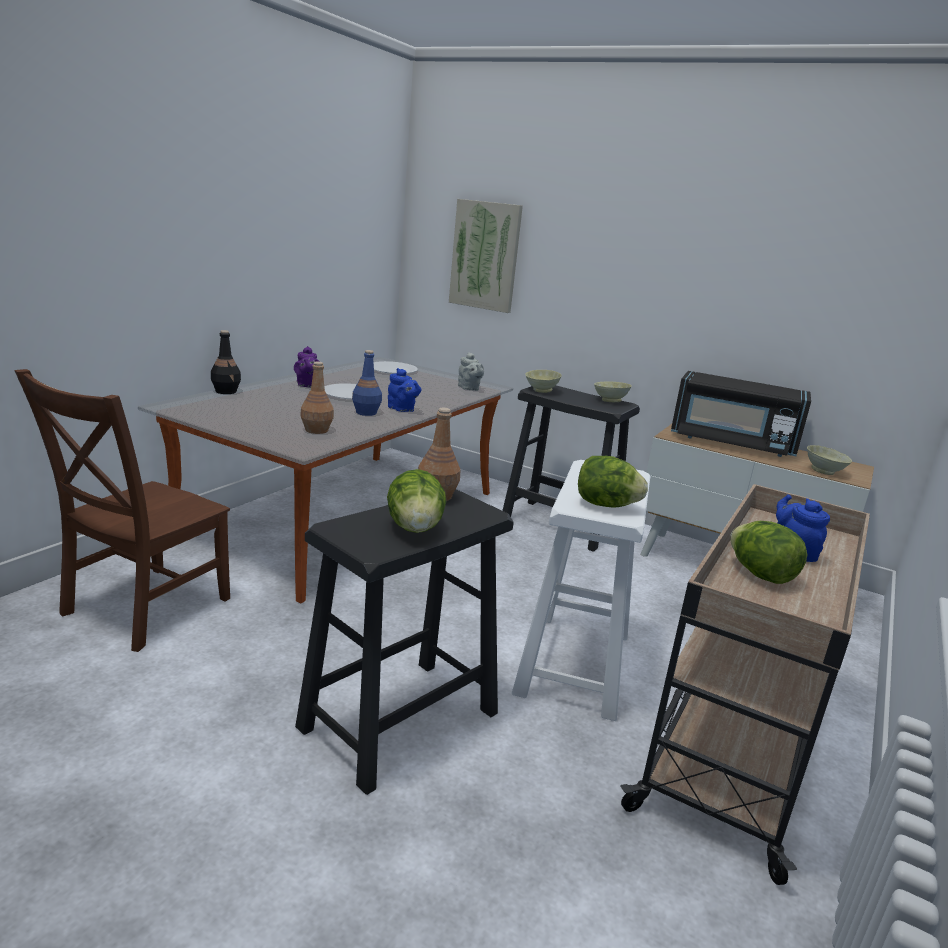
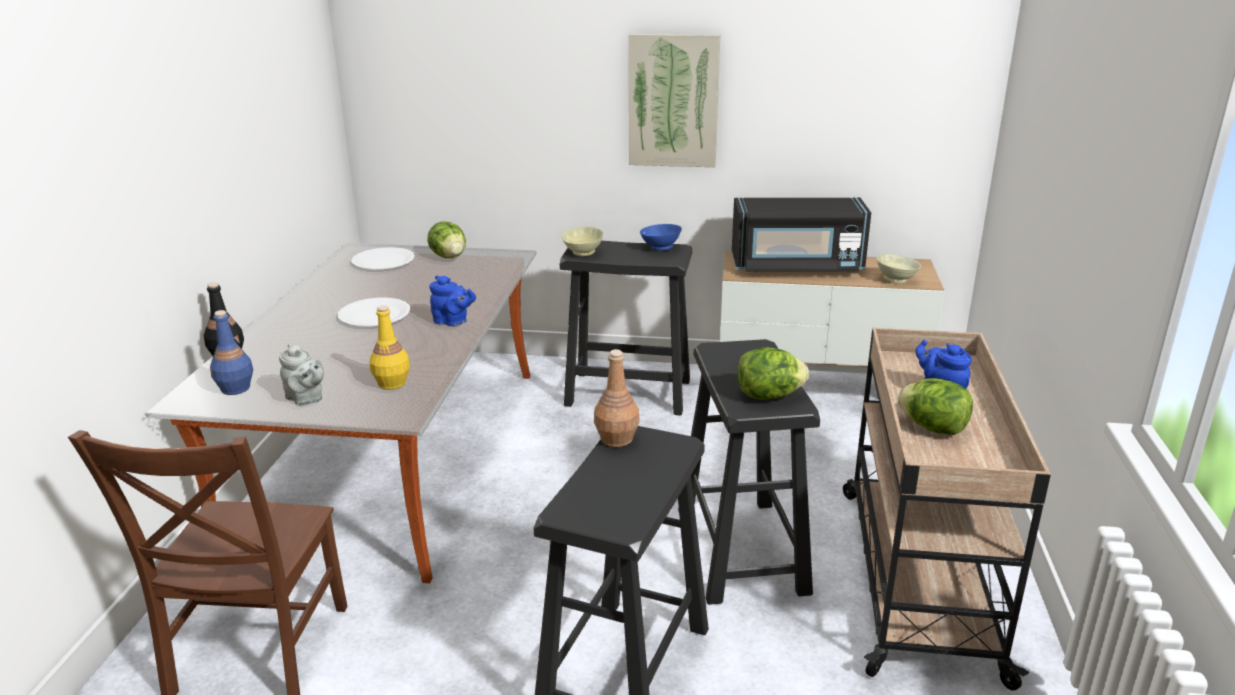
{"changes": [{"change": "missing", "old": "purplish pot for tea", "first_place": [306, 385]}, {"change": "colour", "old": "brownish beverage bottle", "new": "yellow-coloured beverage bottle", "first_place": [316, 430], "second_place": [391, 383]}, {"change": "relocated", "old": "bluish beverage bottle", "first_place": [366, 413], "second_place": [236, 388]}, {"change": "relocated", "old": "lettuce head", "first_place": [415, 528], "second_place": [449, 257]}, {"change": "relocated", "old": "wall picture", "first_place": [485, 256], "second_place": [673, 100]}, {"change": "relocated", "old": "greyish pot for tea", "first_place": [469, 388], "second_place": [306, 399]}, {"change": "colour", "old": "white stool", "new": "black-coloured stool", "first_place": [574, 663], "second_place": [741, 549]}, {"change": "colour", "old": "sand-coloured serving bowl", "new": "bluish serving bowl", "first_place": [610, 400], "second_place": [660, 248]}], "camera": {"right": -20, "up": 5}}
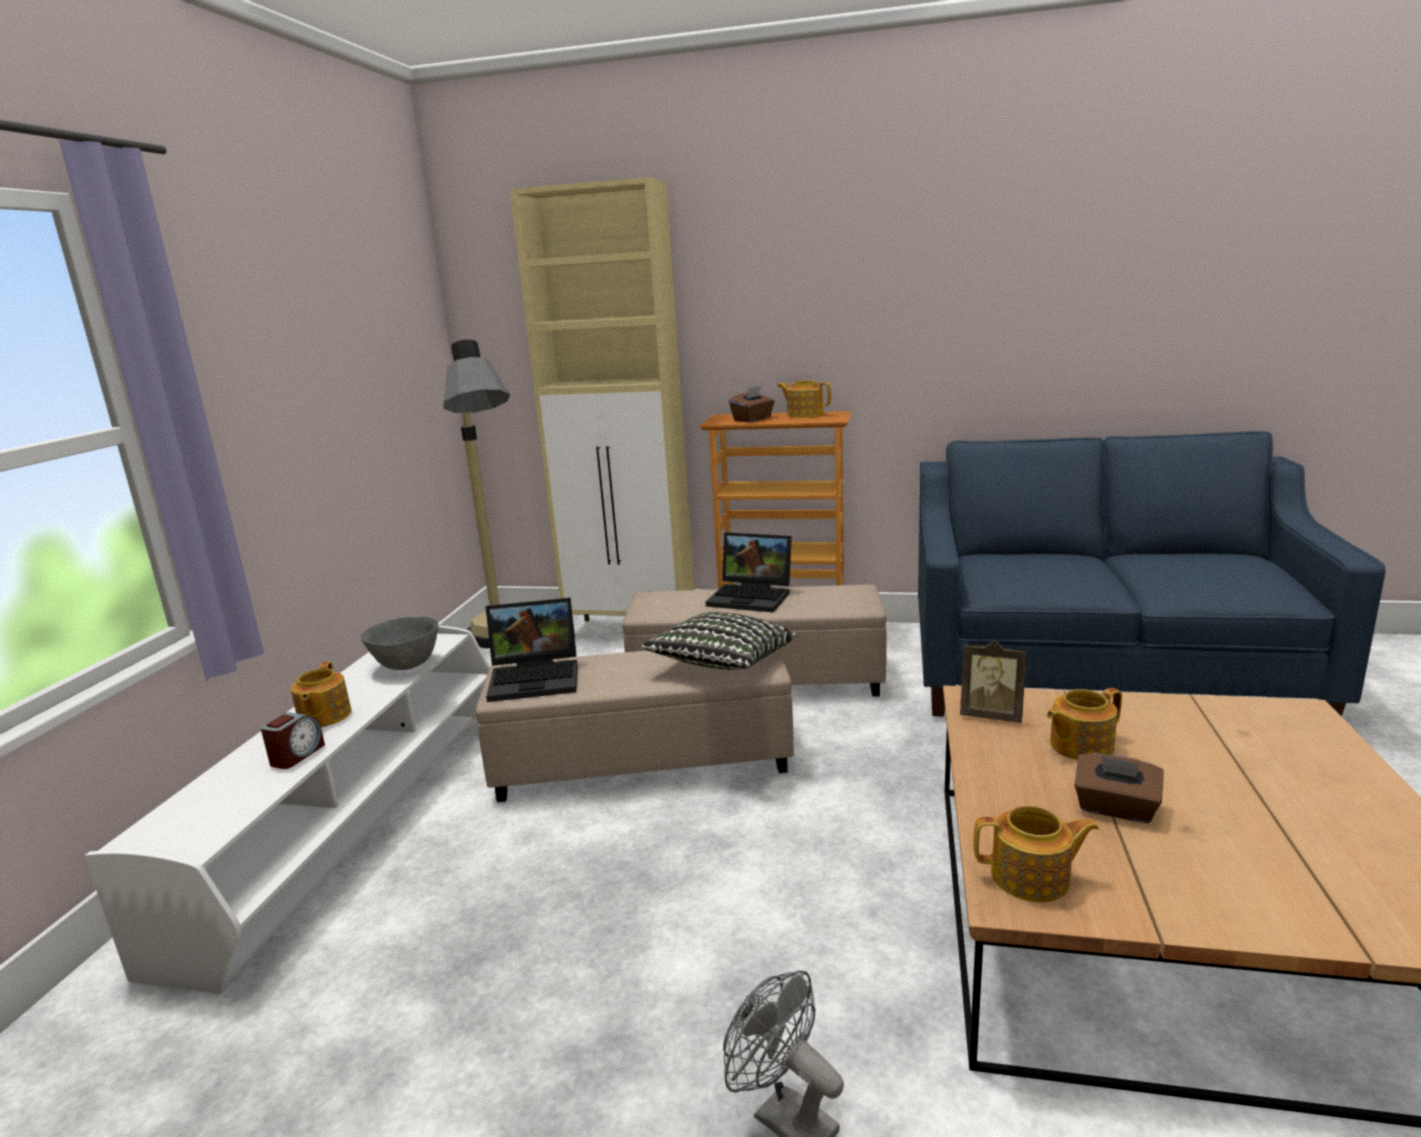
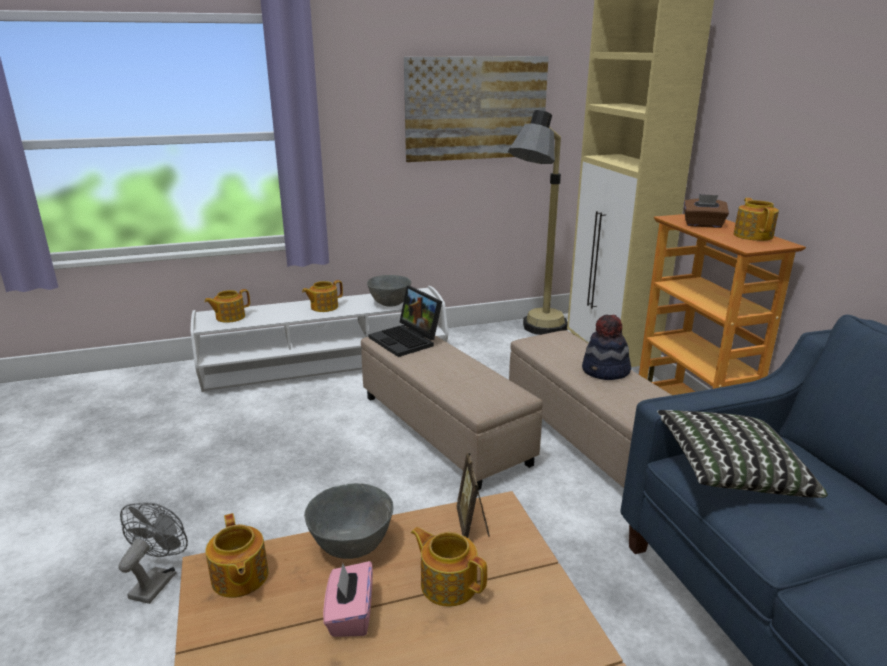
{"changes": [{"change": "missing", "old": "table clock", "first_place": [297, 755]}, {"change": "relocated", "old": "cushion", "first_place": [722, 664], "second_place": [729, 473]}, {"change": "exchanged", "old": "notebook computer", "new": "clothing hat", "first_place": [753, 597], "second_place": [605, 371]}, {"change": "colour", "old": "brownish tissue box", "new": "pinkish tissue box", "first_place": [1115, 808], "second_place": [350, 615]}, {"change": "appeared", "new": "pot for tea", "second_place": [229, 317]}, {"change": "appeared", "new": "greyish serving bowl", "second_place": [351, 547]}, {"change": "appeared", "new": "wall picture", "second_place": [476, 108]}], "camera": {"right": 60, "up": 5}}
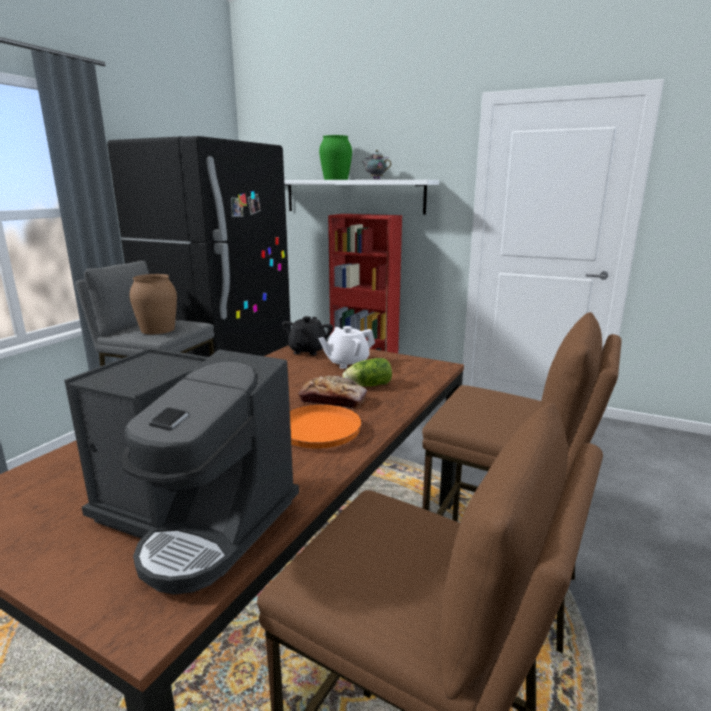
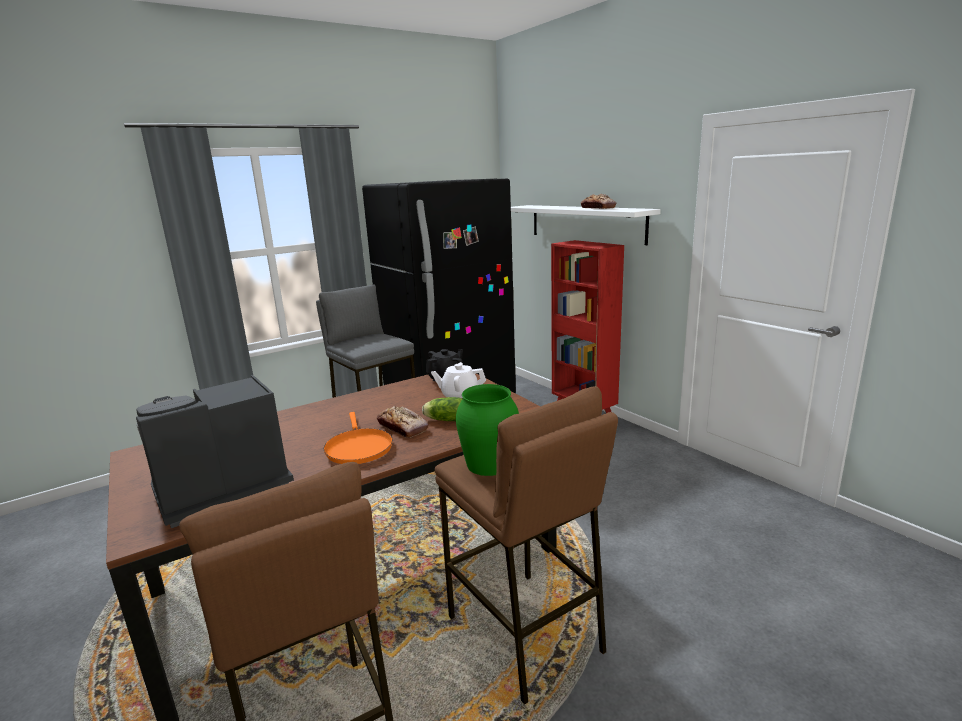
{"changes": [{"change": "spun", "old": "coffee machine", "first_place": [195, 520], "second_place": [219, 491], "degrees": 90}, {"change": "missing", "old": "brownish vase", "first_place": [158, 330]}, {"change": "relocated", "old": "green-coloured vase", "first_place": [336, 179], "second_place": [489, 464]}, {"change": "exchanged", "old": "pot for tea", "new": "bread", "first_place": [375, 179], "second_place": [598, 208]}], "camera": {"right": 30, "up": 0}}
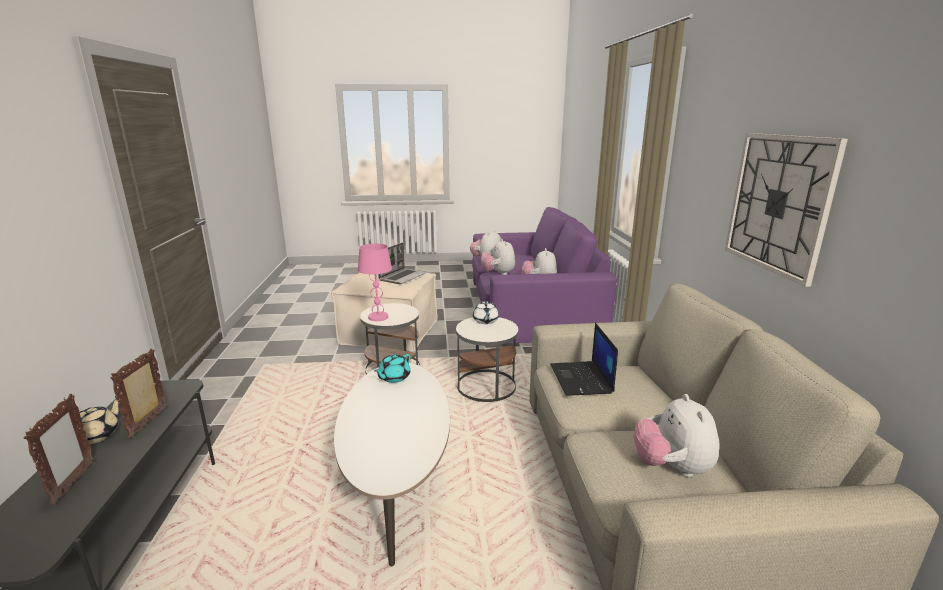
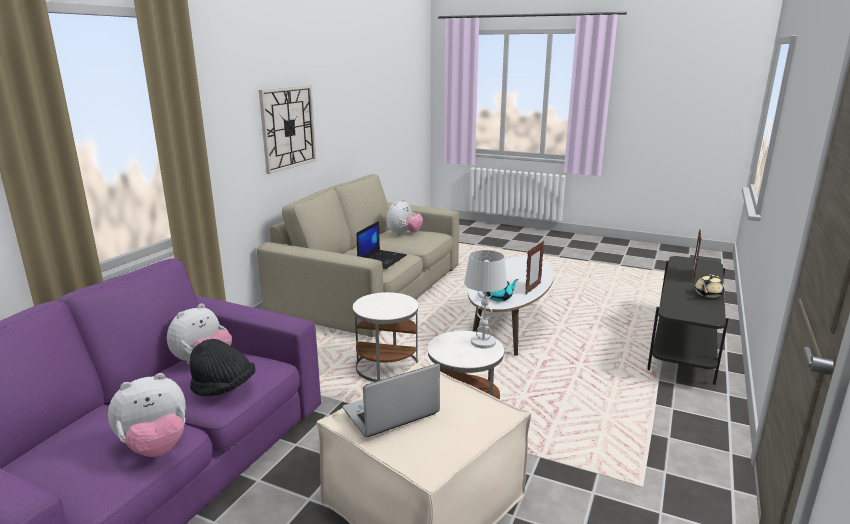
{"changes": [{"change": "relocated", "old": "picture frame", "first_place": [149, 423], "second_place": [532, 289]}, {"change": "colour", "old": "pinkish tabletop lamp", "new": "white tabletop lamp", "first_place": [378, 317], "second_place": [483, 342]}, {"change": "missing", "old": "white pot for tea", "first_place": [485, 321]}, {"change": "exchanged", "old": "cuddly toy", "new": "black-coloured clothing hat", "first_place": [498, 274], "second_place": [224, 388]}], "camera": {"right": -150, "up": 0}}
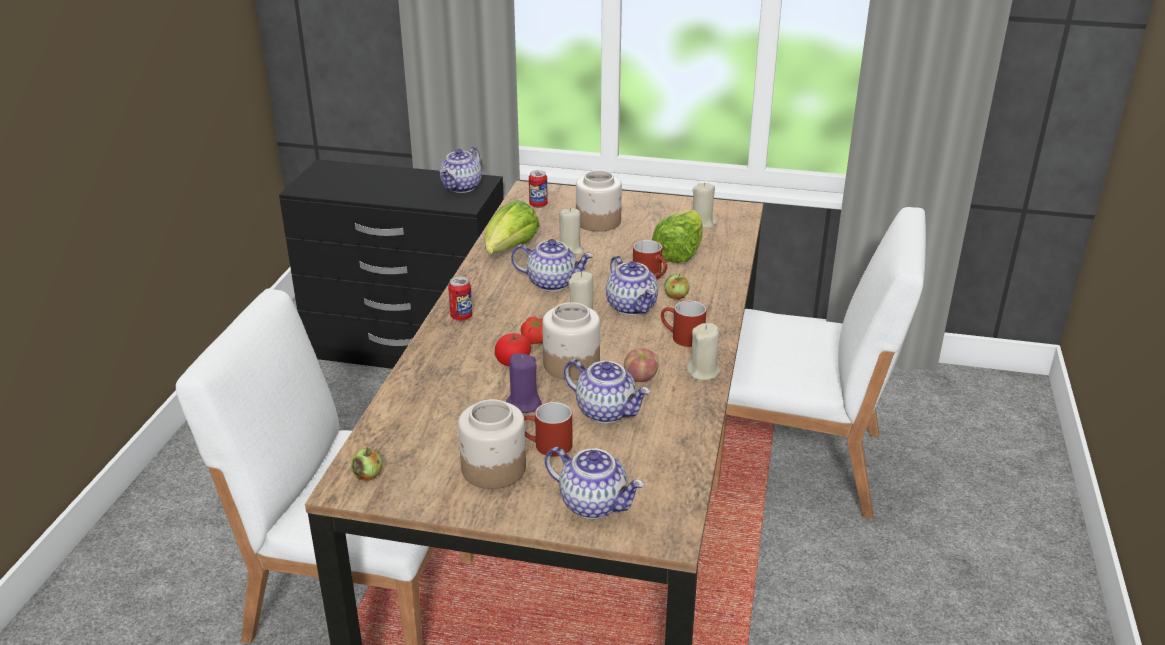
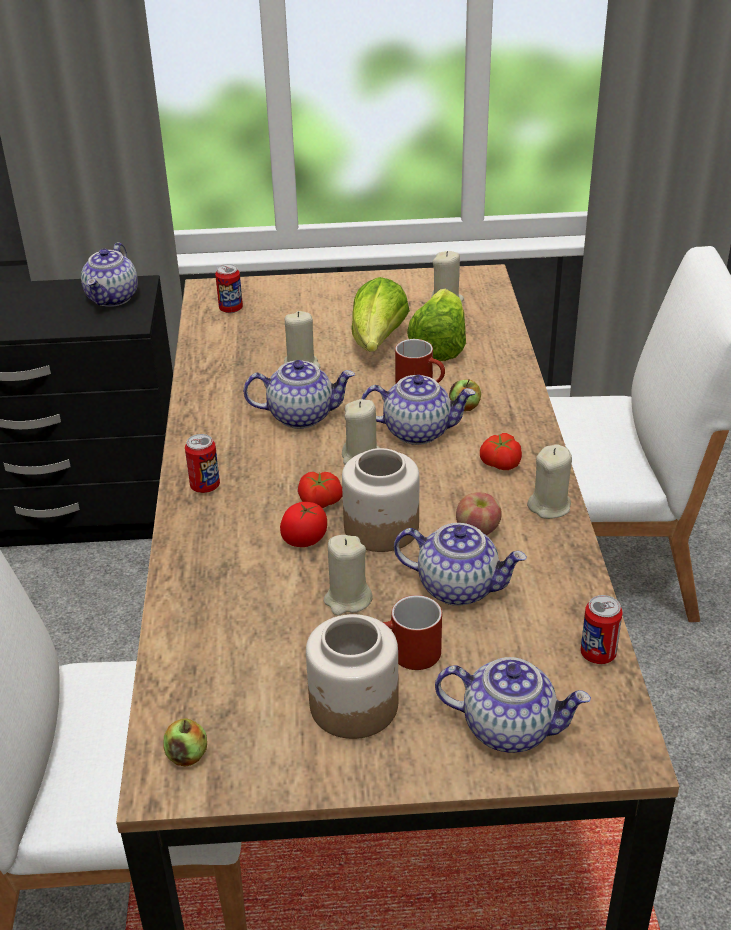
{"changes": [{"change": "relocated", "old": "lettuce head", "first_place": [510, 250], "second_place": [378, 342]}, {"change": "colour", "old": "purplish wax light", "new": "sand-coloured wax light", "first_place": [523, 404], "second_place": [347, 599]}, {"change": "missing", "old": "preserve jar", "first_place": [599, 221]}, {"change": "spun", "old": "pot for tea", "first_place": [632, 306], "second_place": [418, 431], "degrees": -45}, {"change": "exchanged", "old": "red mug", "new": "tomato", "first_place": [681, 338], "second_place": [499, 464]}, {"change": "appeared", "new": "sealed can", "second_place": [598, 654]}], "camera": {"right": -15, "up": 5}}
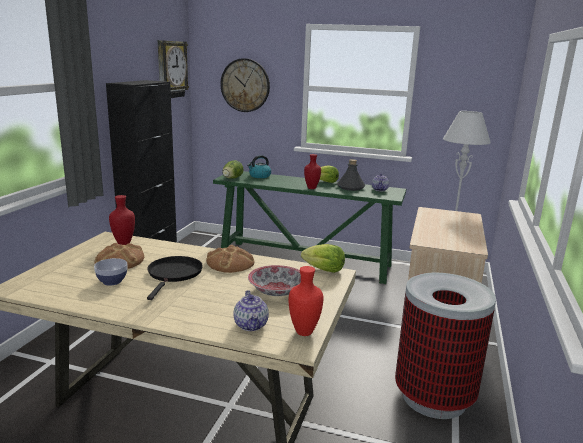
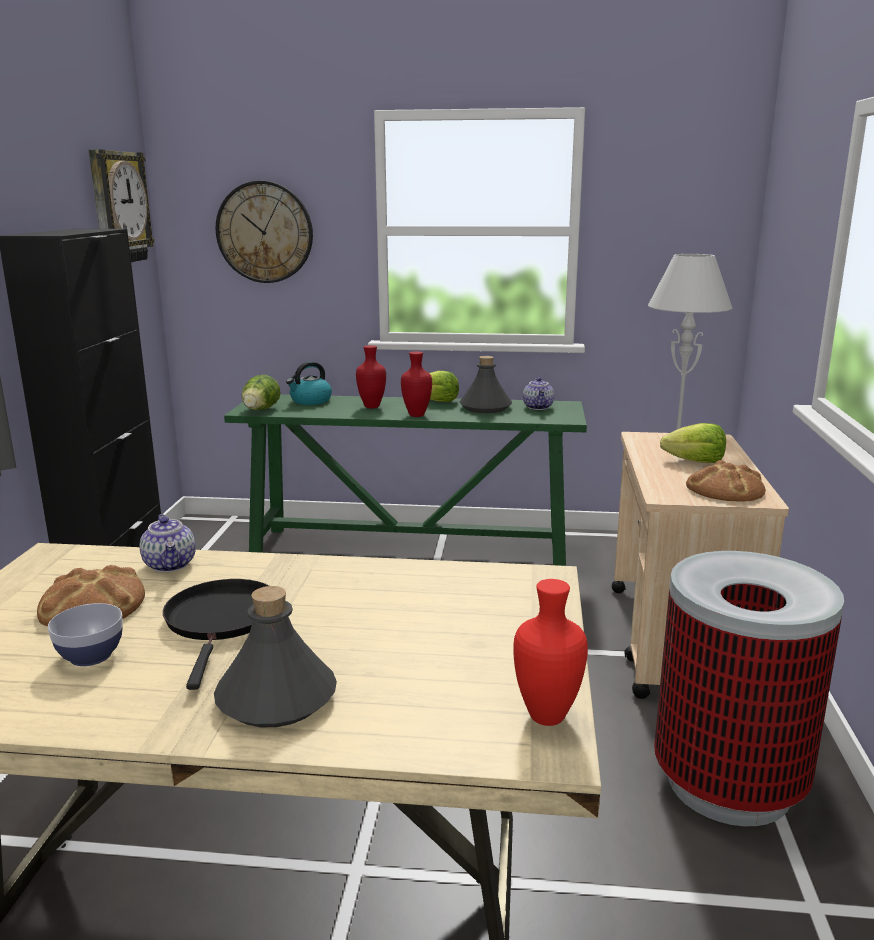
{"changes": [{"change": "relocated", "old": "red vase", "first_place": [124, 244], "second_place": [372, 407]}, {"change": "relocated", "old": "bread", "first_place": [230, 263], "second_place": [725, 489]}, {"change": "relocated", "old": "pot for tea", "first_place": [251, 325], "second_place": [171, 565]}, {"change": "missing", "old": "serving bowl", "first_place": [277, 291]}, {"change": "relocated", "old": "lettuce head", "first_place": [324, 270], "second_place": [695, 462]}, {"change": "appeared", "new": "greyish beverage bottle", "second_place": [277, 698]}], "camera": {"right": -10, "up": 0}}
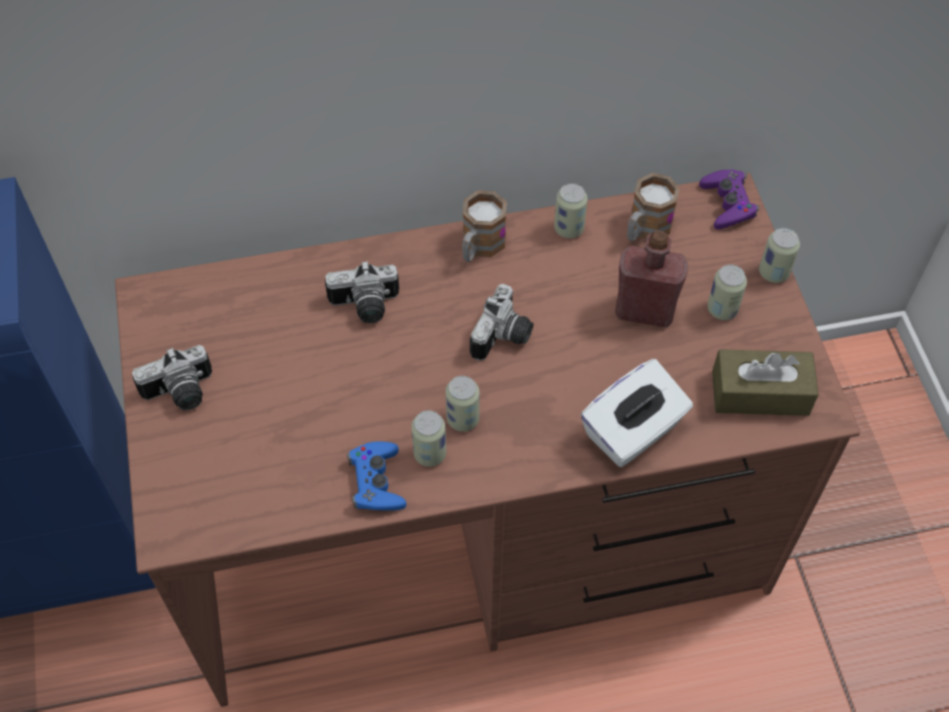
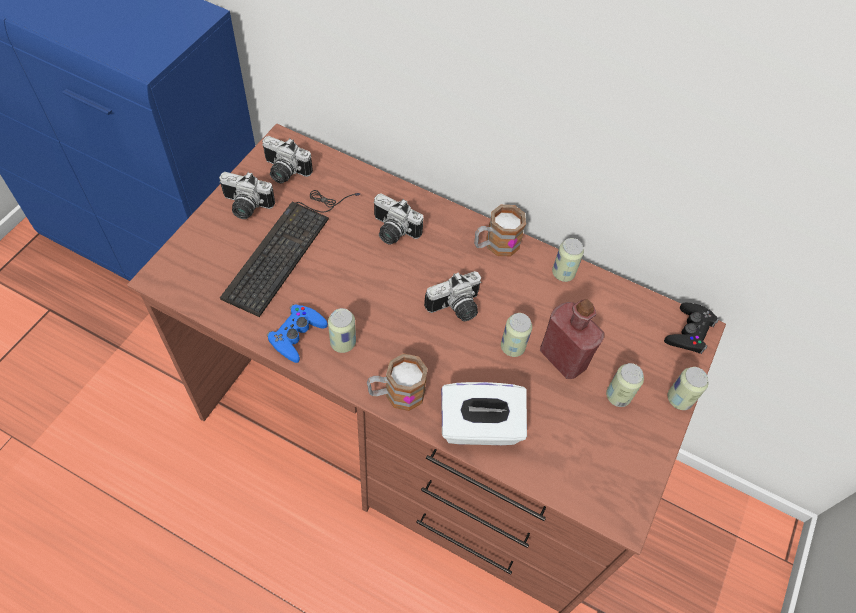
{"changes": [{"change": "relocated", "old": "sealed can", "first_place": [462, 419], "second_place": [512, 347]}, {"change": "relocated", "old": "mug", "first_place": [645, 228], "second_place": [396, 393]}, {"change": "colour", "old": "purplish joypad", "new": "black-coloured joypad", "first_place": [727, 203], "second_place": [689, 332]}, {"change": "missing", "old": "brownish tissue box", "first_place": [760, 393]}, {"change": "appeared", "new": "PC keyboard", "second_place": [288, 246]}, {"change": "appeared", "new": "photo camera", "second_place": [283, 172]}], "camera": {"right": 35, "up": 0}}
